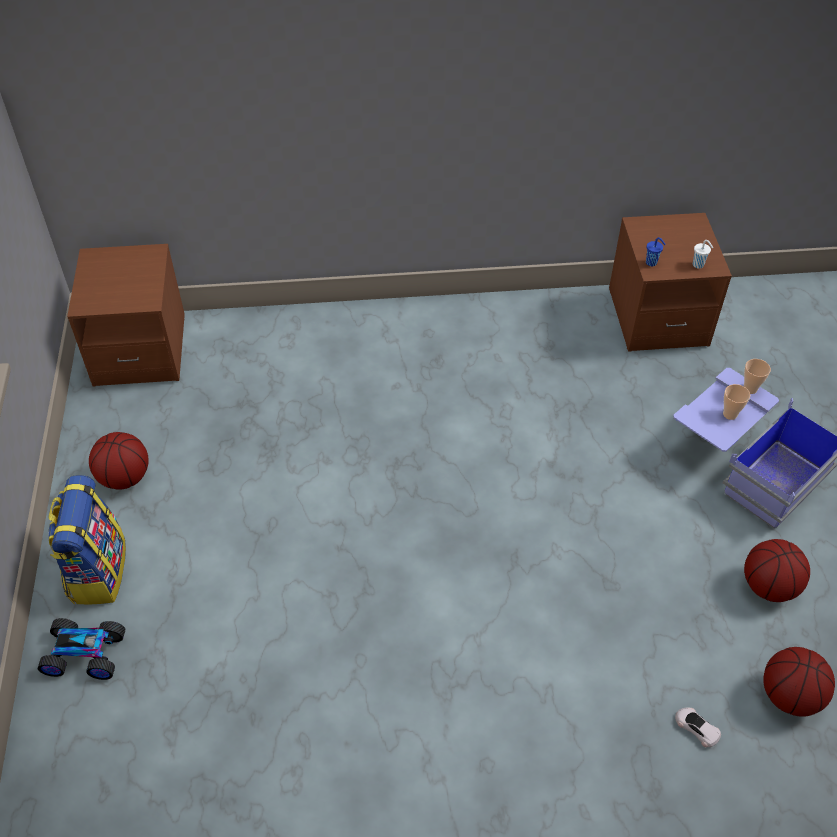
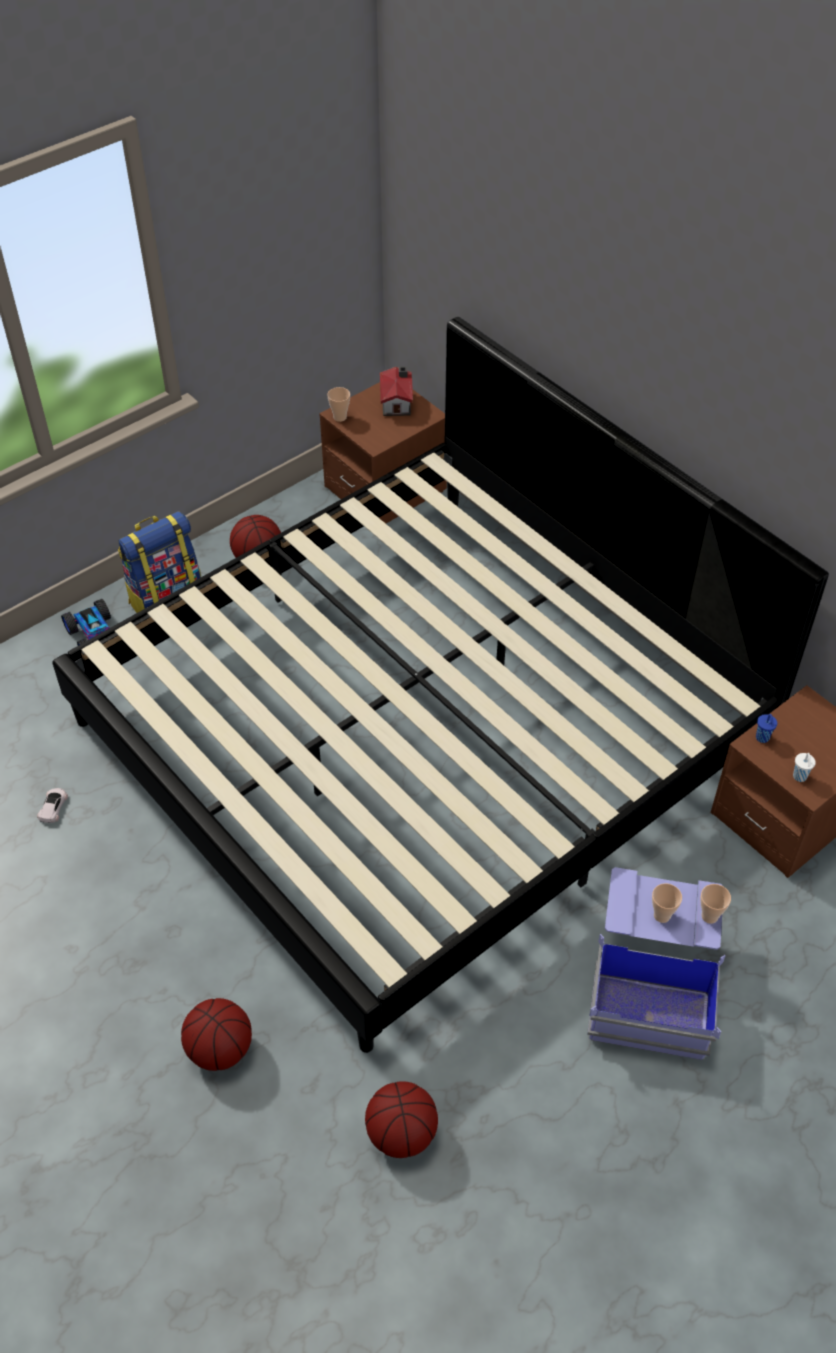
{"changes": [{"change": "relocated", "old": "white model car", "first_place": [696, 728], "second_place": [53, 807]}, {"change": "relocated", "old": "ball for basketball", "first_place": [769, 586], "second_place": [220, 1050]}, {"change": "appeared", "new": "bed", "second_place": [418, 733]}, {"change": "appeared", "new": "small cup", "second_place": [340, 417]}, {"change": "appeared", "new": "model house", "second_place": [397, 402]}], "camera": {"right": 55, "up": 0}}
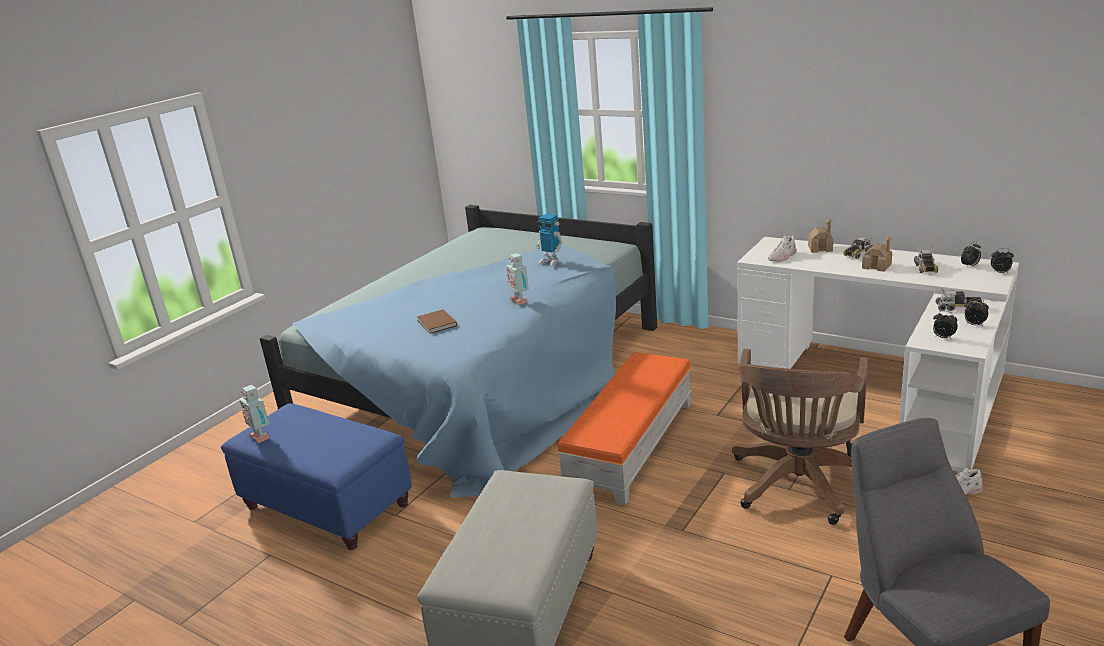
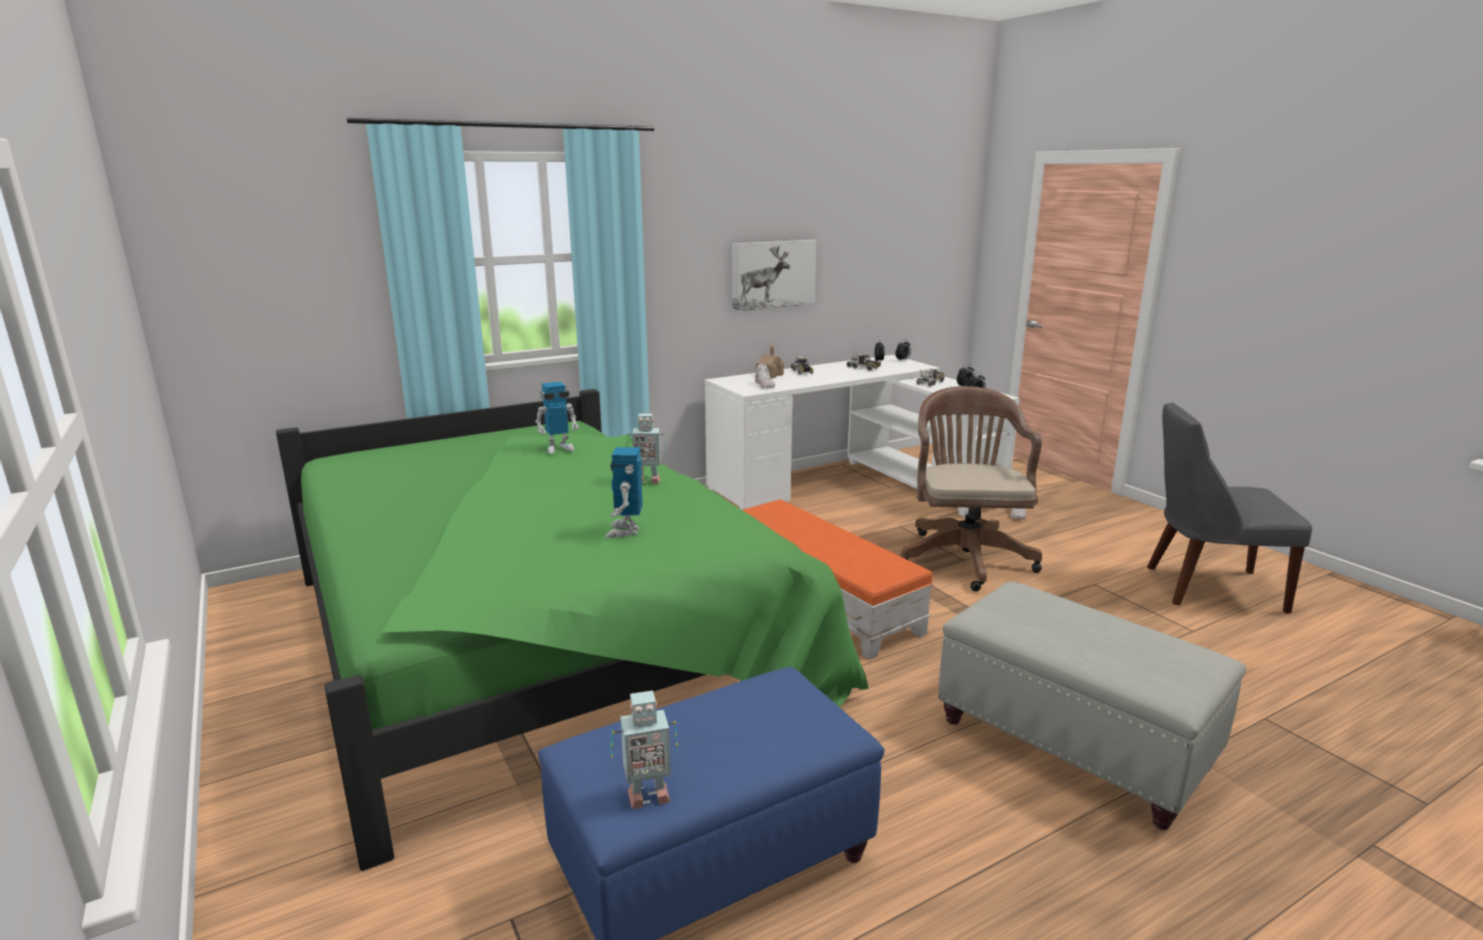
{"changes": [{"change": "colour", "old": "bluish bed", "new": "green-coloured bed", "first_place": [485, 379], "second_place": [544, 639]}, {"change": "exchanged", "old": "brownish bound book", "new": "model robot", "first_place": [436, 324], "second_place": [625, 531]}, {"change": "spun", "old": "brownish desk chair", "first_place": [798, 487], "second_place": [964, 556], "degrees": -135}, {"change": "missing", "old": "model house", "first_place": [876, 266]}, {"change": "appeared", "new": "wall picture", "second_place": [773, 274]}], "camera": {"right": -65, "up": -5}}
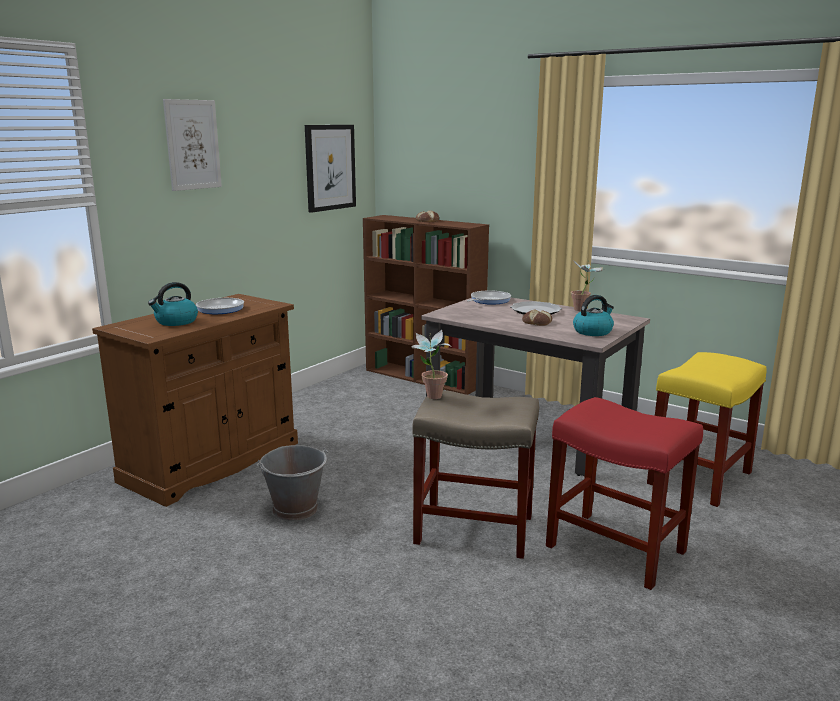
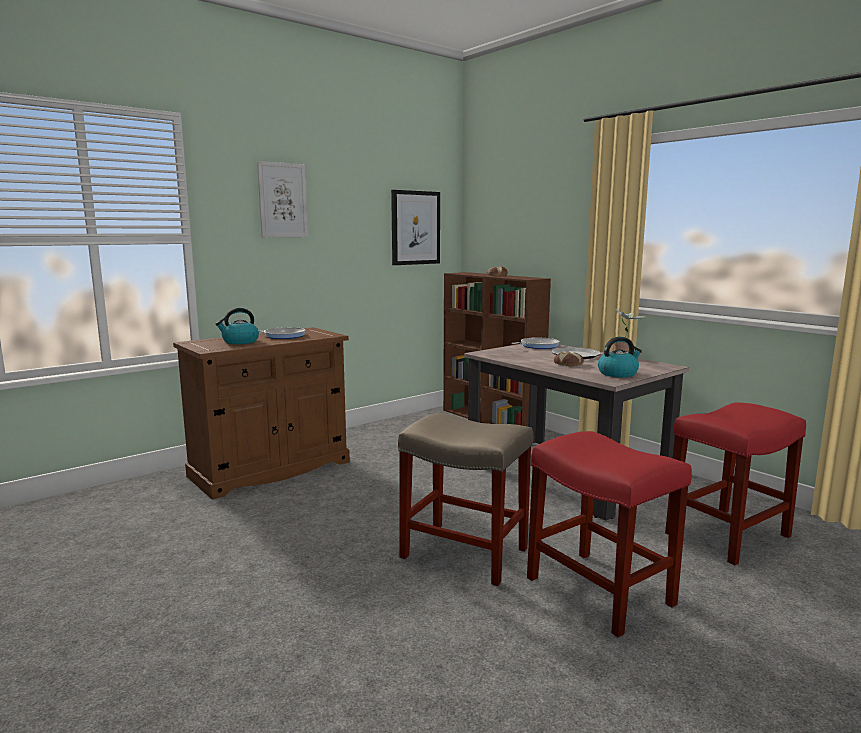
{"changes": [{"change": "missing", "old": "greyish bucket", "first_place": [296, 509]}, {"change": "missing", "old": "plant in a pot", "first_place": [430, 398]}, {"change": "colour", "old": "yellow-coloured stool", "new": "red stool", "first_place": [699, 479], "second_place": [727, 535]}], "camera": {"right": 15, "up": -5}}
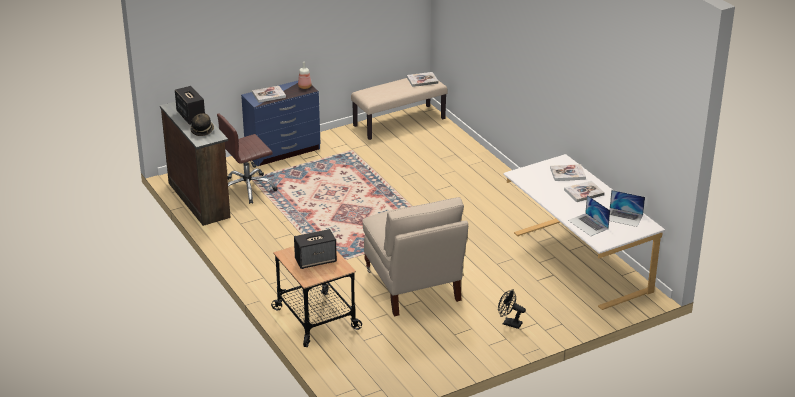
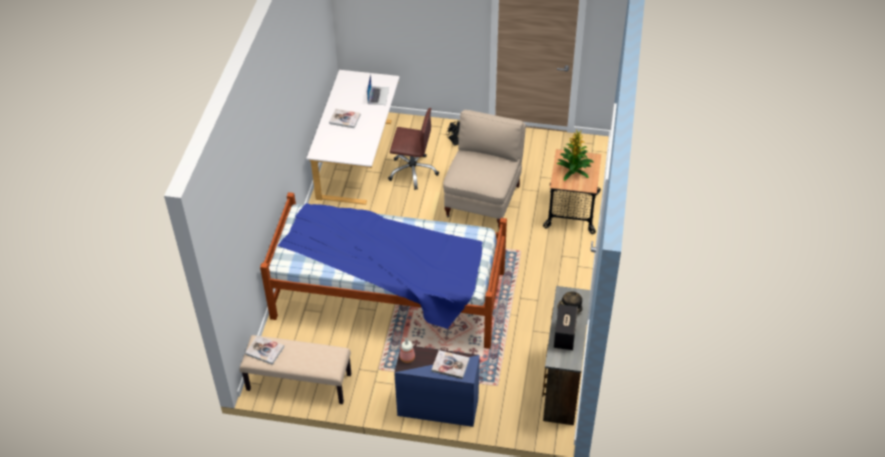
{"changes": [{"change": "relocated", "old": "brownish desk chair", "first_place": [247, 189], "second_place": [413, 171]}, {"change": "exchanged", "old": "loudspeaker", "new": "plant in a pot", "first_place": [316, 260], "second_place": [574, 170]}, {"change": "missing", "old": "bound book", "first_place": [567, 174]}, {"change": "missing", "old": "notebook computer", "first_place": [623, 217]}, {"change": "appeared", "new": "bed", "second_place": [389, 296]}], "camera": {"right": -140, "up": 15}}
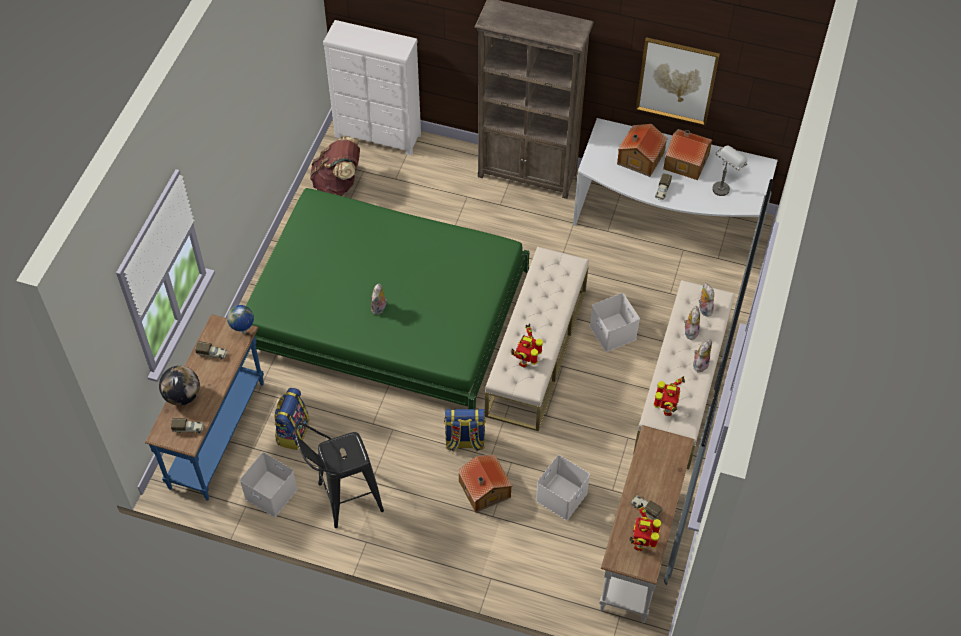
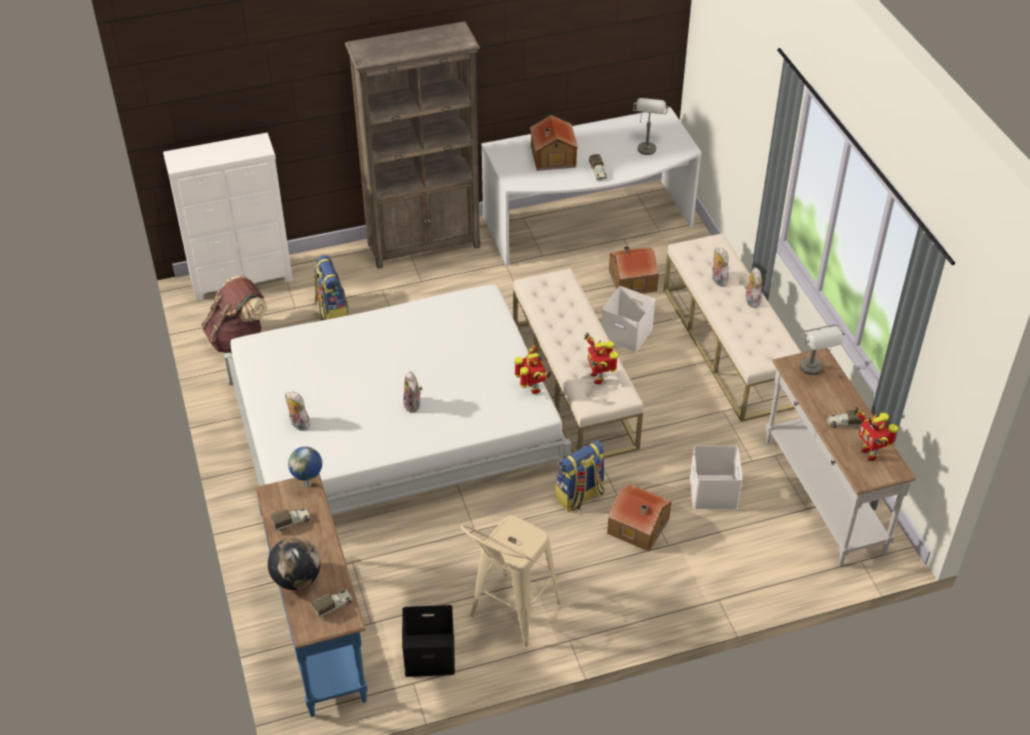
{"changes": [{"change": "colour", "old": "white storage container", "new": "black-coloured storage container", "first_place": [269, 494], "second_place": [428, 656]}, {"change": "colour", "old": "green-coloured bed", "new": "white bed", "first_place": [386, 312], "second_place": [395, 426]}, {"change": "relocated", "old": "backpack", "first_place": [292, 432], "second_place": [332, 311]}, {"change": "colour", "old": "black-coloured stool", "new": "sand-coloured stool", "first_place": [343, 499], "second_place": [509, 616]}, {"change": "missing", "old": "wall picture", "first_place": [676, 80]}, {"change": "relocated", "old": "model robot", "first_place": [666, 409], "second_place": [532, 389]}, {"change": "relocated", "old": "model house", "first_place": [685, 161], "second_place": [631, 280]}, {"change": "relocated", "old": "cuddly toy", "first_place": [704, 309], "second_place": [298, 424]}, {"change": "appeared", "new": "greyish tabletop lamp", "second_place": [814, 372]}], "camera": {"right": -35, "up": -10}}
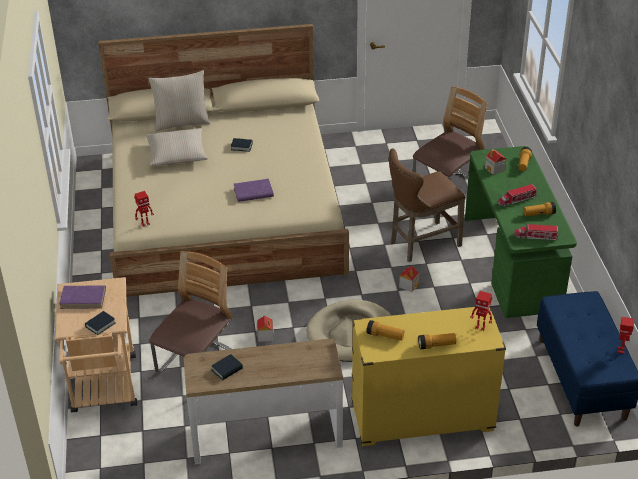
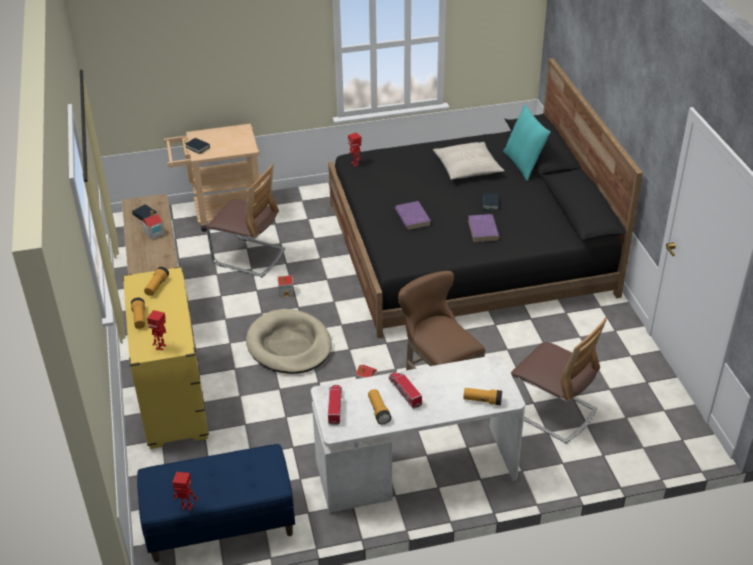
{"changes": [{"change": "relocated", "old": "purplish bound book", "first_place": [83, 298], "second_place": [483, 230]}, {"change": "colour", "old": "sand-coloured bed", "new": "black-coloured bed", "first_place": [224, 210], "second_place": [468, 248]}, {"change": "colour", "old": "sand-coloured cushion", "new": "turquoise cushion", "first_place": [181, 122], "second_place": [524, 164]}, {"change": "colour", "old": "green-coloured desk unit", "new": "white desk unit", "first_place": [513, 263], "second_place": [416, 470]}, {"change": "relocated", "old": "model house", "first_place": [495, 169], "second_place": [154, 233]}], "camera": {"right": 85, "up": 0}}
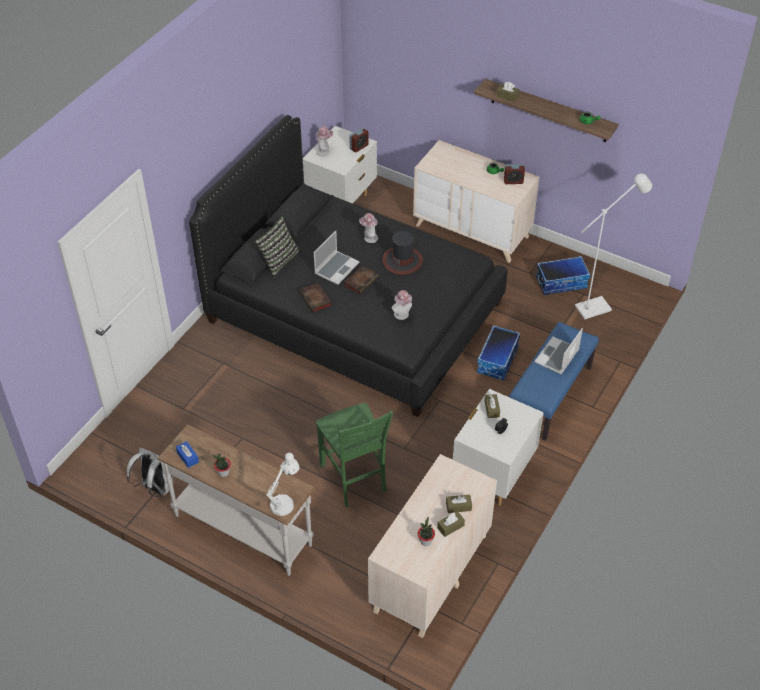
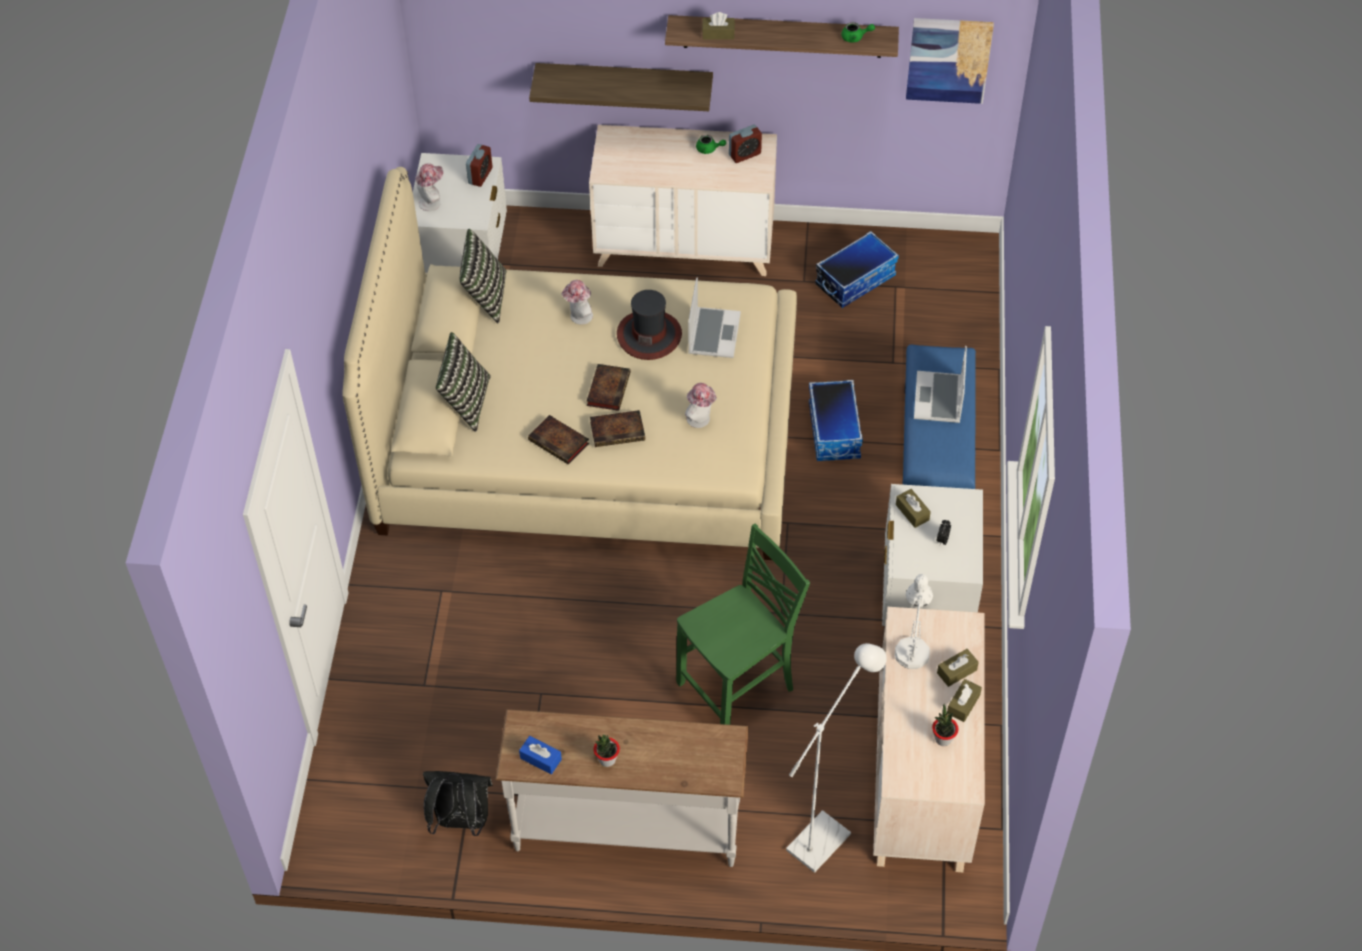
{"changes": [{"change": "colour", "old": "white backpack", "new": "black-coloured backpack", "first_place": [156, 488], "second_place": [460, 821]}, {"change": "colour", "old": "black-coloured bed", "new": "sand-coloured bed", "first_place": [354, 312], "second_place": [588, 436]}, {"change": "relocated", "old": "white tabletop lamp", "first_place": [285, 502], "second_place": [912, 647]}, {"change": "relocated", "old": "notebook computer", "first_place": [336, 268], "second_place": [713, 333]}, {"change": "spun", "old": "green-coloured upright chair", "first_place": [354, 479], "second_place": [739, 688], "degrees": -75}, {"change": "relocated", "old": "white standard lamp", "first_place": [598, 306], "second_place": [825, 834]}, {"change": "appeared", "new": "cushion", "second_place": [485, 296]}, {"change": "appeared", "new": "bracket shelf", "second_place": [624, 82]}, {"change": "appeared", "new": "bound book", "second_place": [619, 430]}, {"change": "appeared", "new": "wall picture", "second_place": [948, 60]}], "camera": {"right": -25, "up": 5}}
